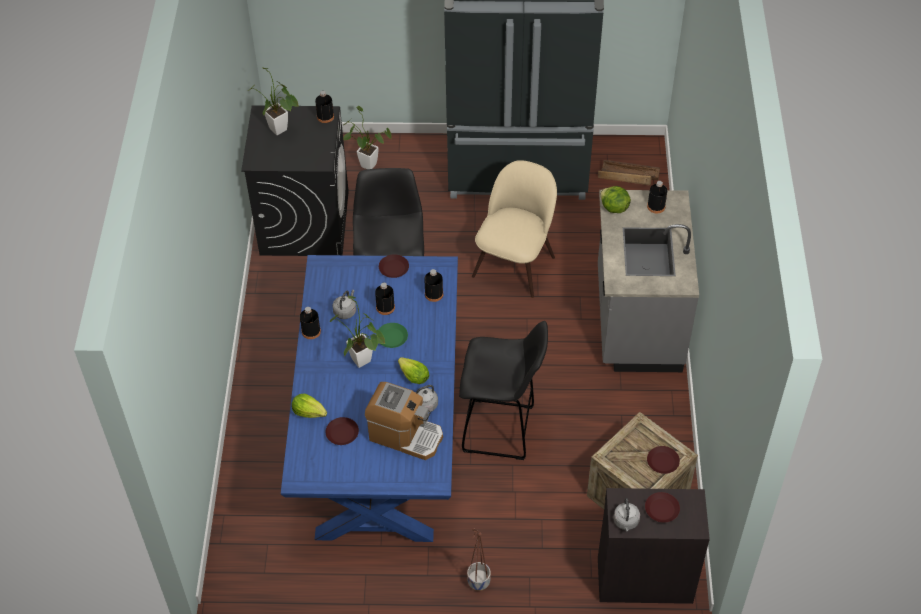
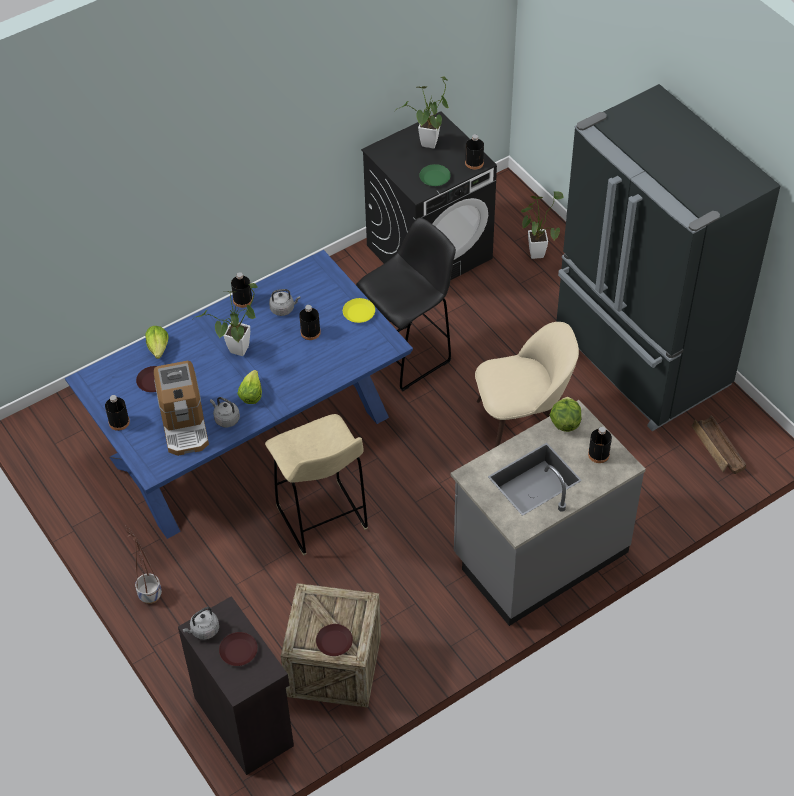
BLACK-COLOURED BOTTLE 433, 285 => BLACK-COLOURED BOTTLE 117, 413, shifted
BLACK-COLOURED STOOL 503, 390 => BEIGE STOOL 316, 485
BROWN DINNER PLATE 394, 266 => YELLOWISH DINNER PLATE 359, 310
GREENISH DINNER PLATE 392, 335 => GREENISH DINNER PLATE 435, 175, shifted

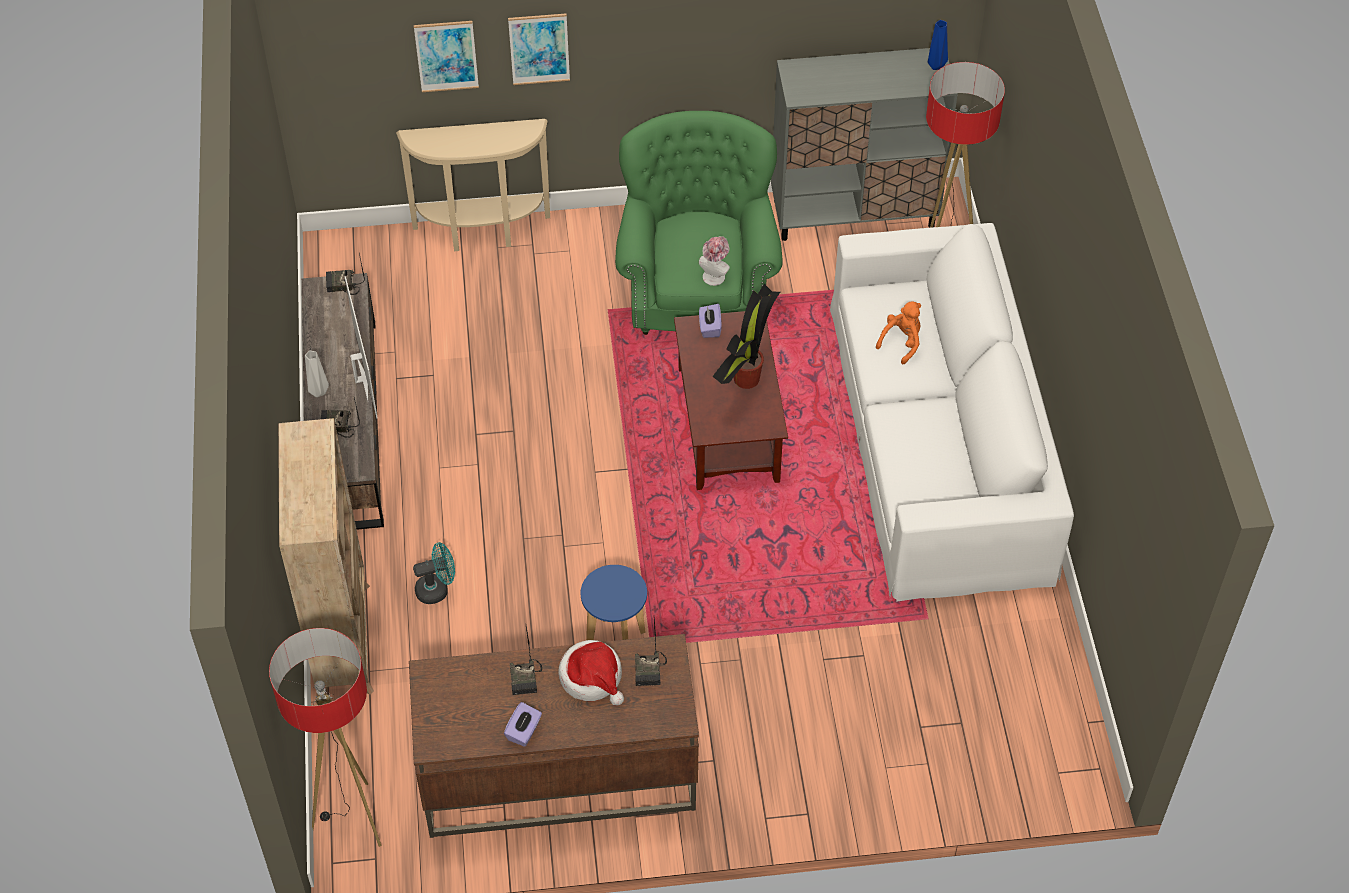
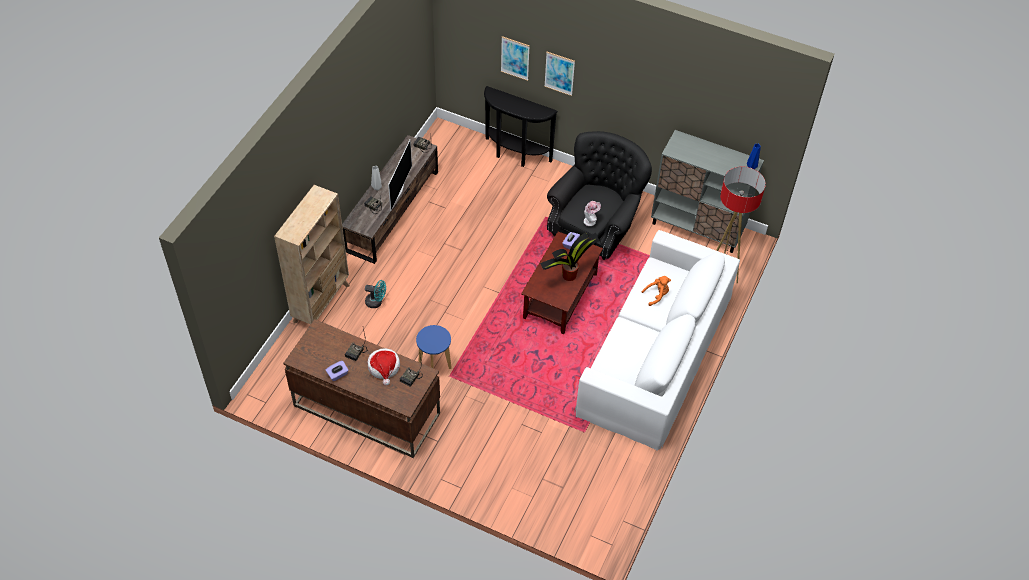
BEIGE NARROW TABLE 473, 185 => BLACK-COLOURED NARROW TABLE 521, 126
GREENISH ARMCHAIR 699, 223 => BLACK-COLOURED ARMCHAIR 599, 195
STANDING LAMP 325, 737 => nothing

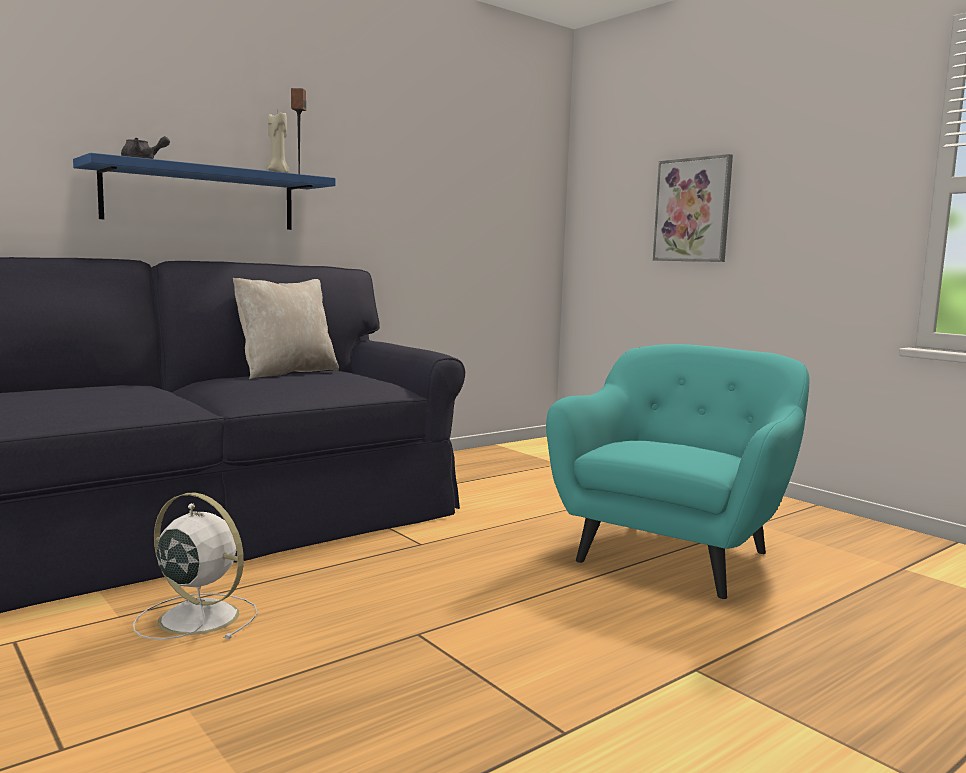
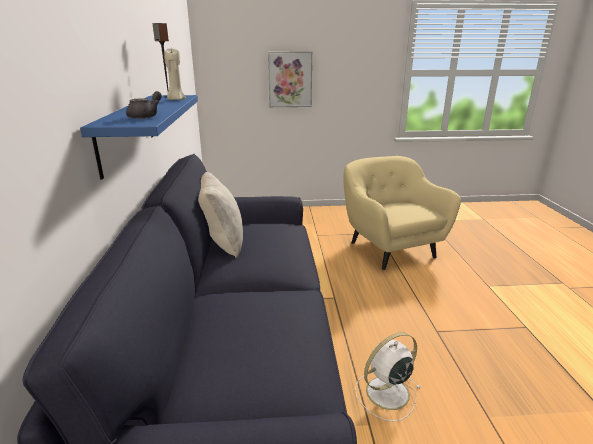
TURQUOISE ARMCHAIR 677, 471 => BEIGE ARMCHAIR 402, 213

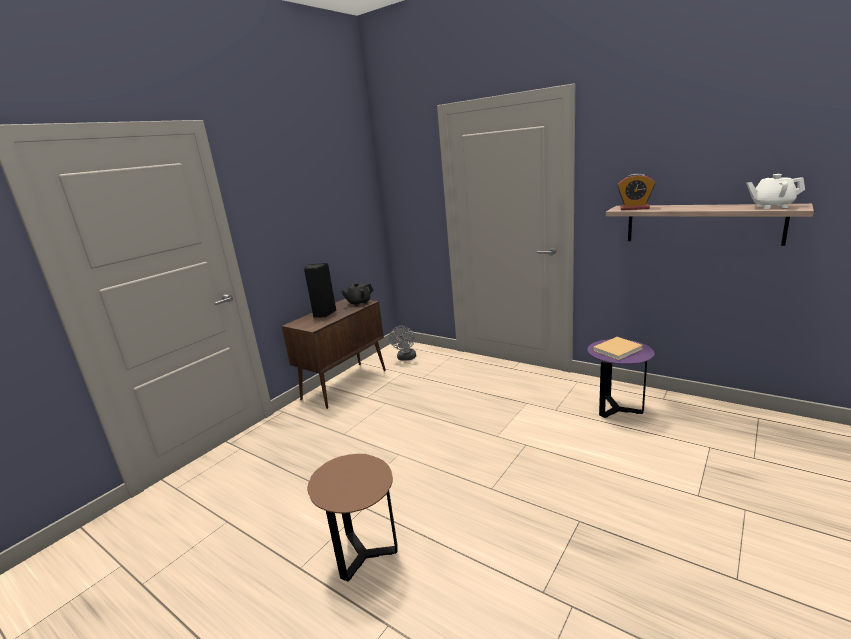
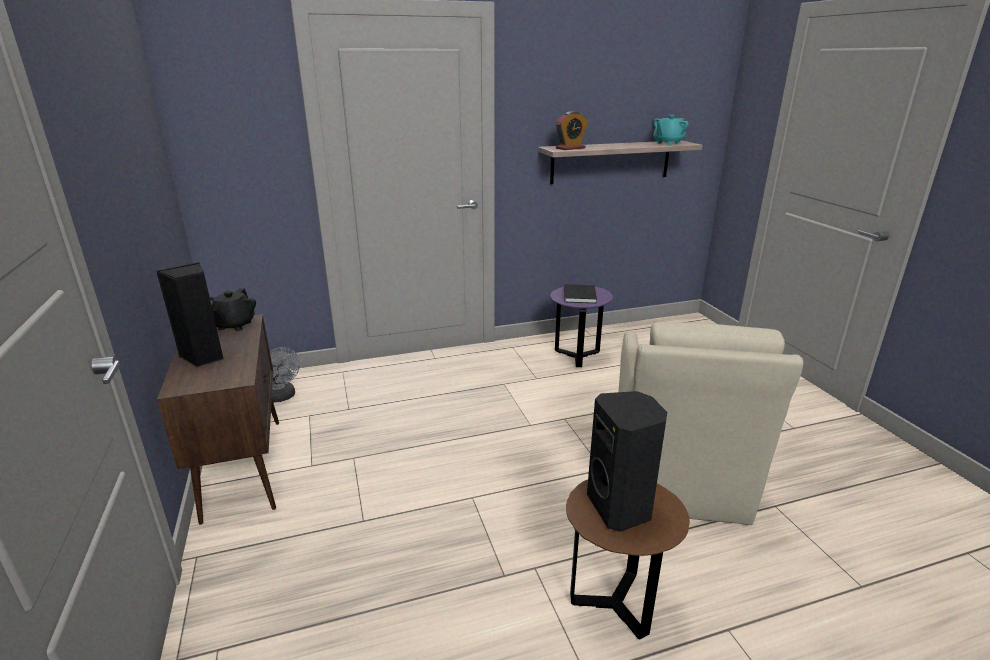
BEIGE VOLUME 618, 348 => BLACK-COLOURED VOLUME 580, 293
nothing => BLACK-COLOURED LOUDSPEAKER 627, 461
nothing => BEIGE ARMCHAIR 710, 423
WHITISH TEAPOT 775, 191 => TURQUOISE TEAPOT 671, 130

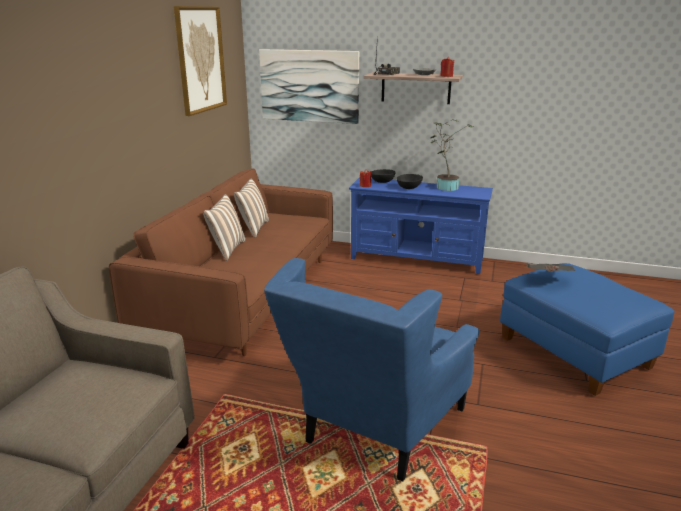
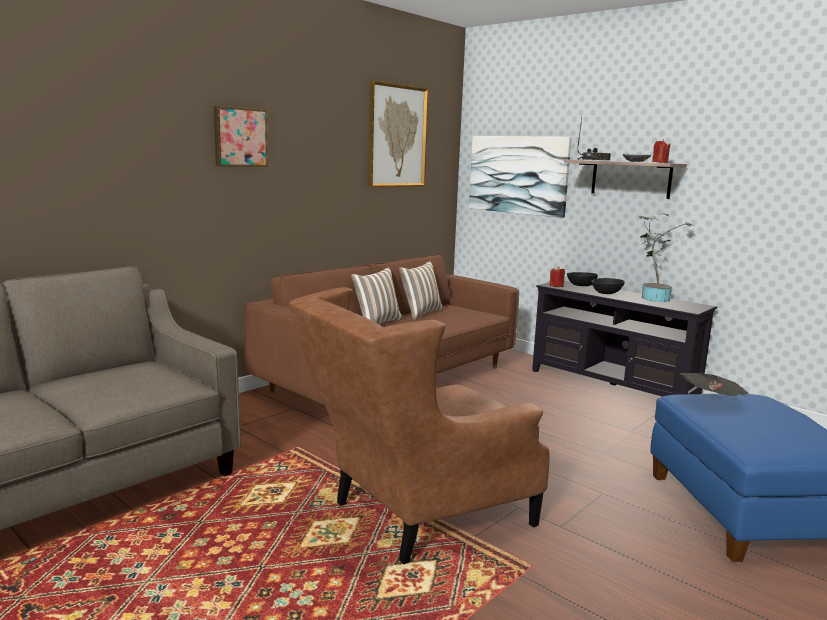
nothing => WALL ART 241, 136
BLUE-COLOURED ARMCHAIR 372, 370 => BROWN ARMCHAIR 419, 425
BLUE-COLOURED TV STAND 421, 225 => BLACK-COLOURED TV STAND 624, 339

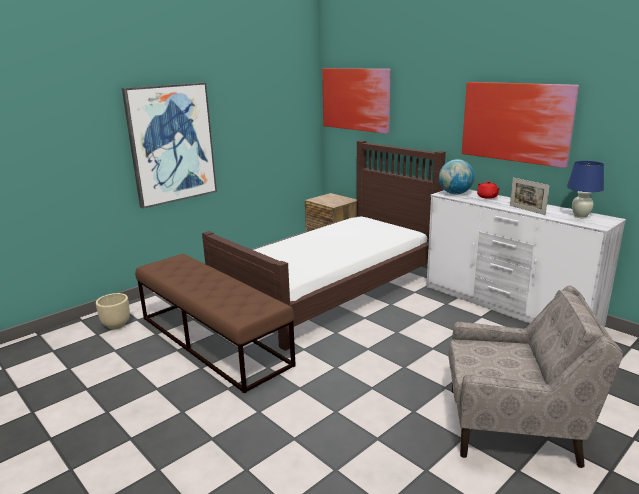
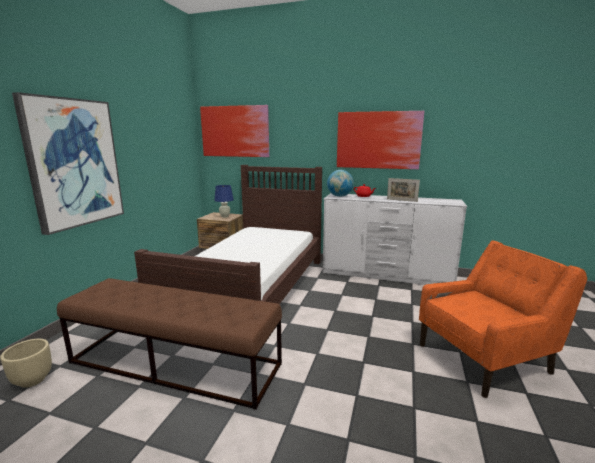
BLUE-COLOURED LAMP FOR A TABLE 585, 189 => BLUE-COLOURED LAMP FOR A TABLE 224, 201, shifted
BEIGE ARMCHAIR 535, 376 => ORANGE ARMCHAIR 503, 319

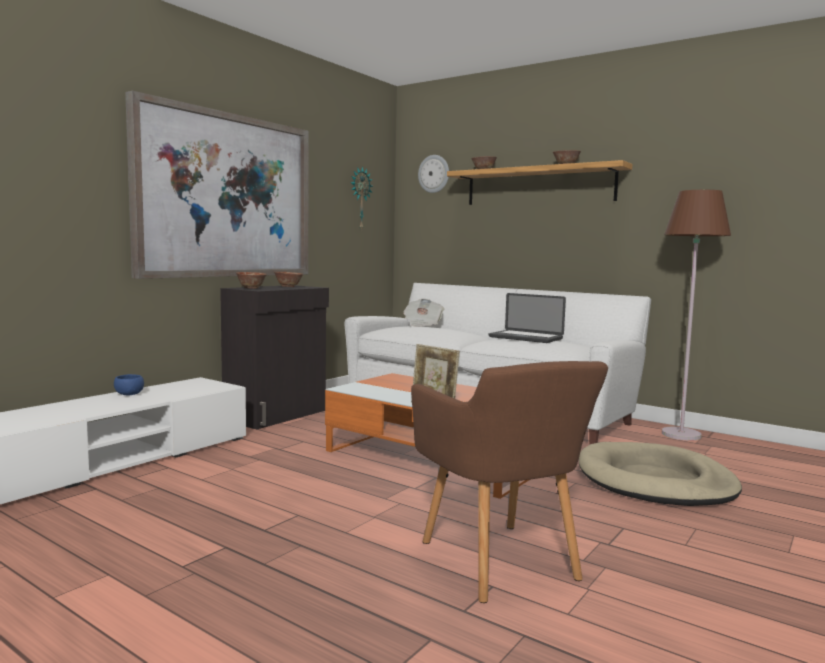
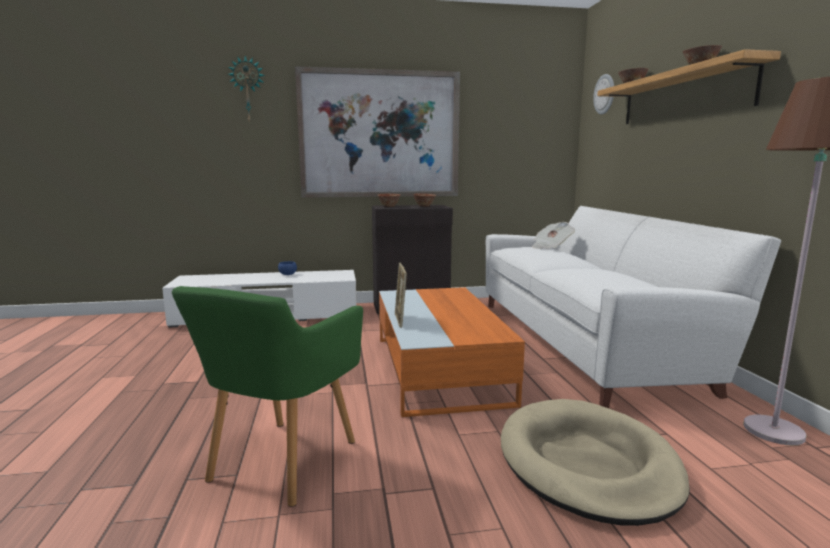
BROWN ARMCHAIR 509, 482 => GREENISH ARMCHAIR 267, 396
WALL CLOCK 362, 198 => WALL CLOCK 246, 90, shifted
LAPTOP 527, 318 => nothing

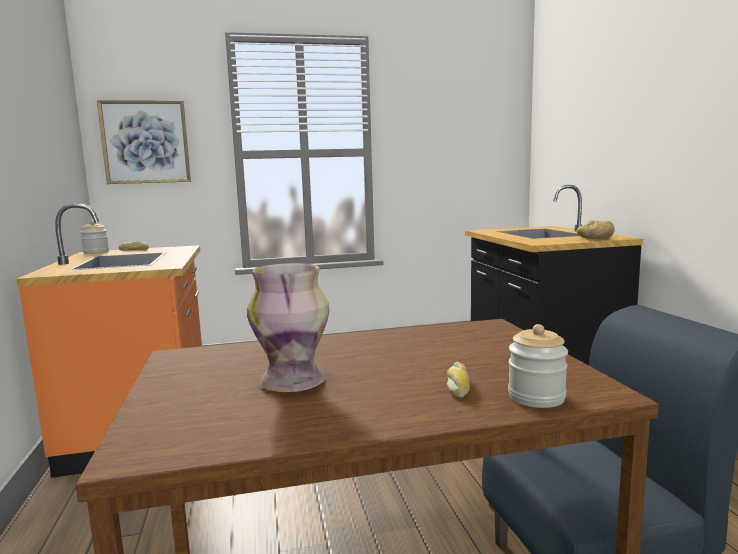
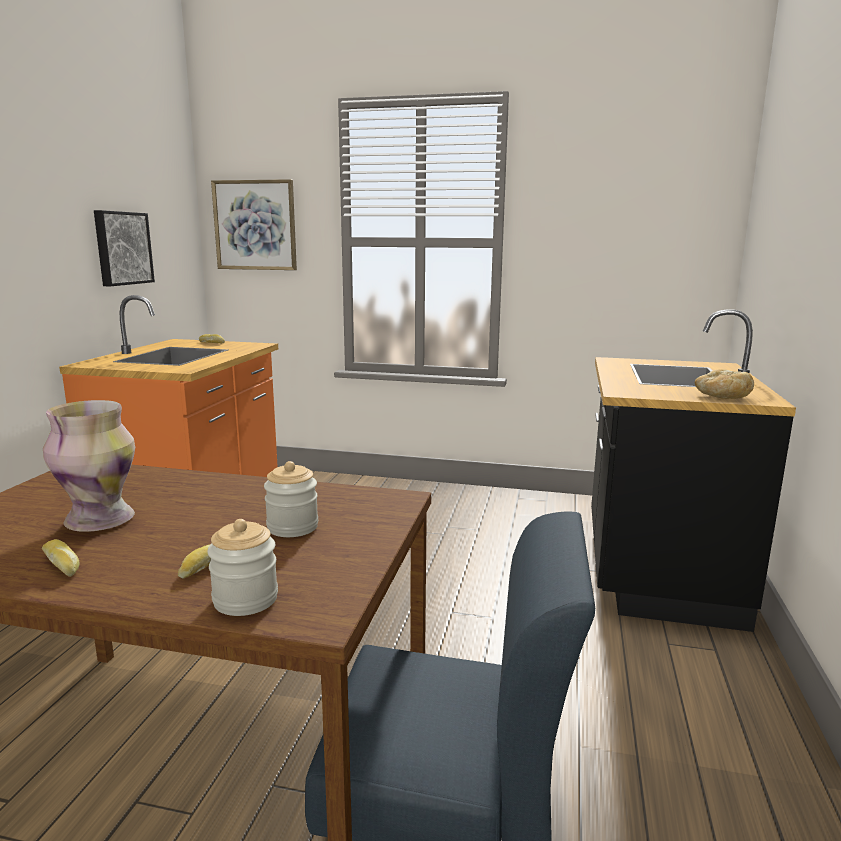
nothing => BAKERY BREAD 61, 558
nothing => WALL ART 124, 248
STORAGE JAR 94, 237 => STORAGE JAR 291, 499, shifted

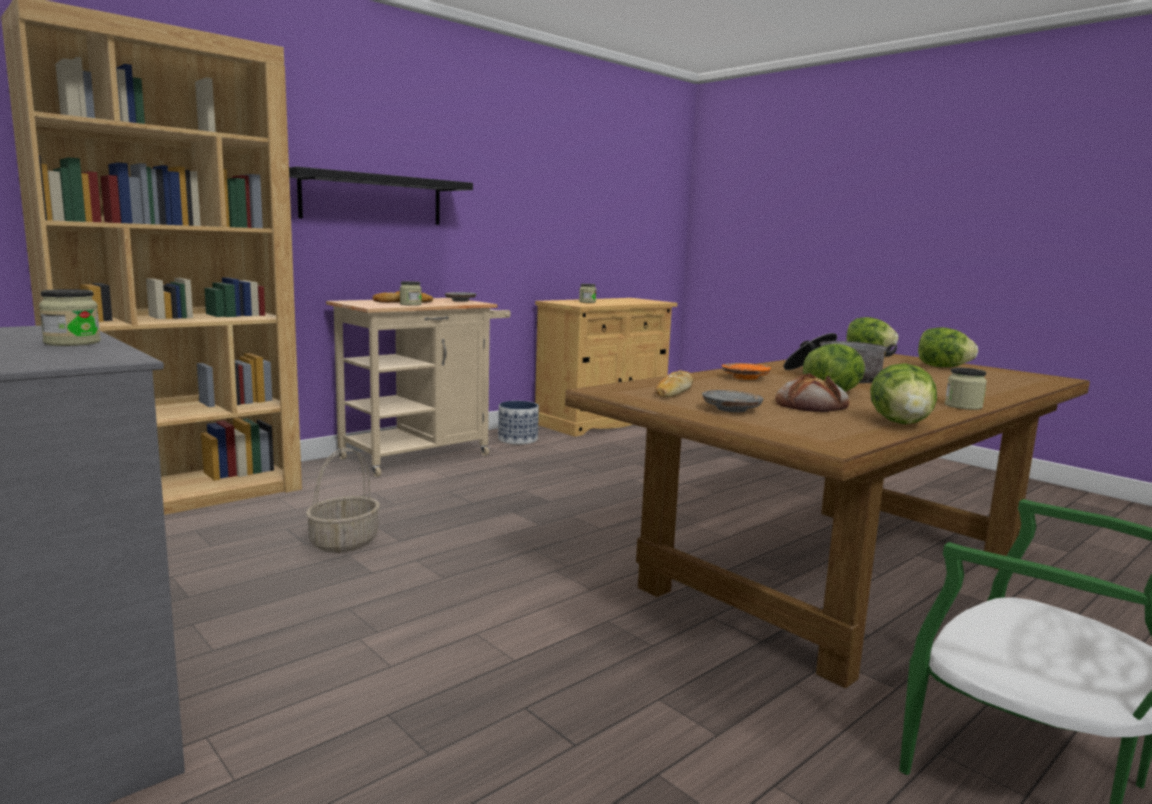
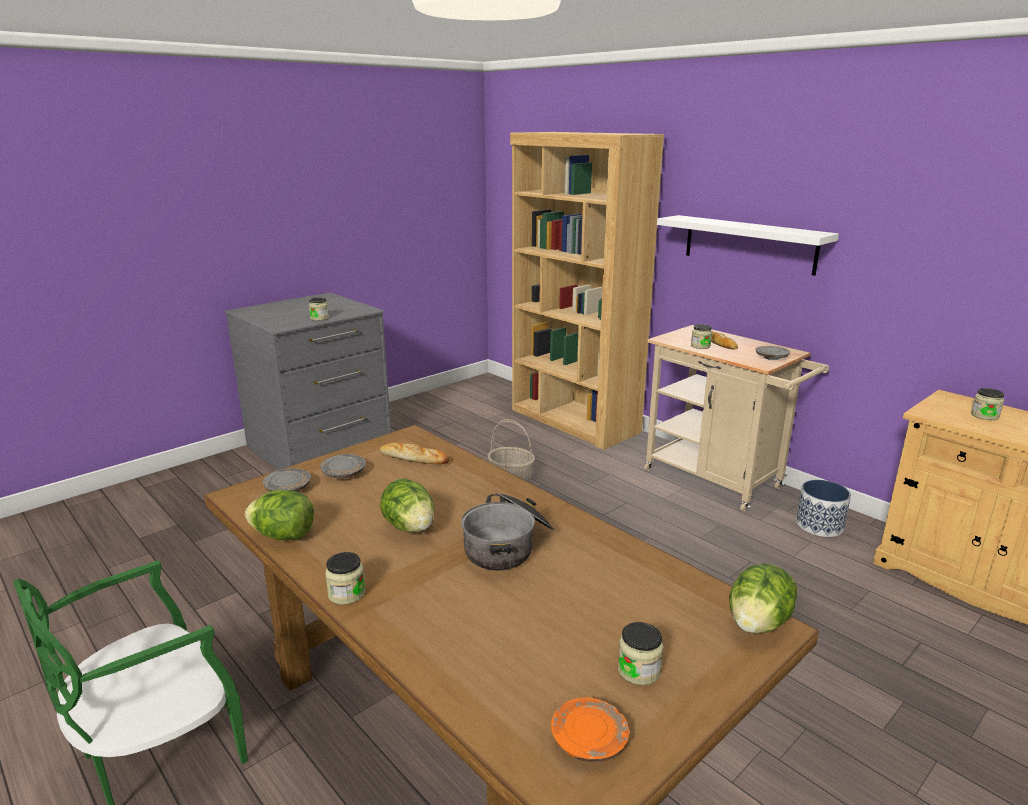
nothing => GREY DINNER PLATE 287, 480
ORANGE DINNER PLATE 746, 371 => ORANGE DINNER PLATE 590, 729, shifted
LETTUCE HEAD 948, 347 => STORAGE JAR 640, 653
BLACK-COLOURED WALL SHELF 381, 196 => WHITISH WALL SHELF 748, 245
BAKERY BREAD 812, 392 => nothing

